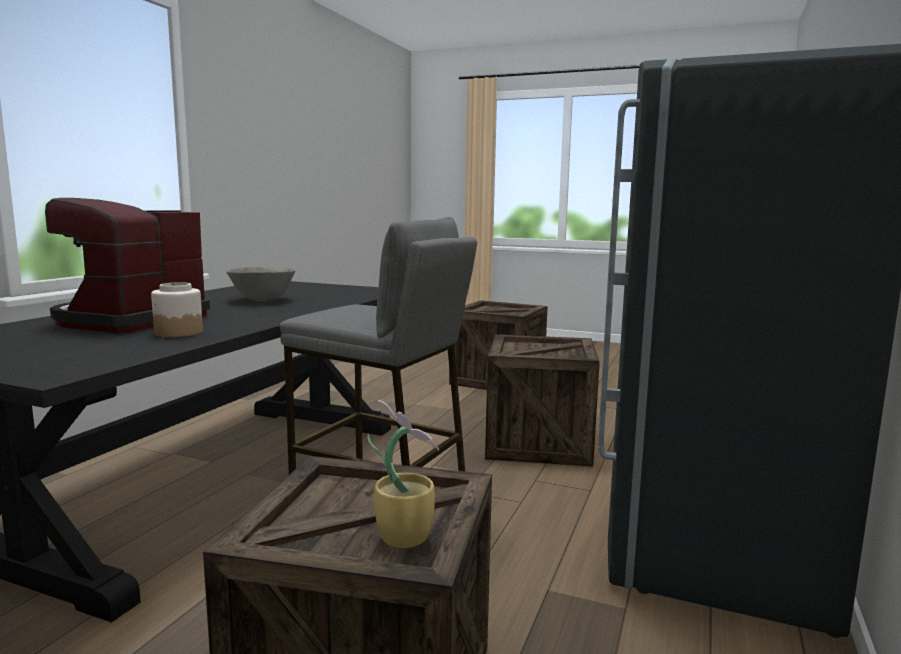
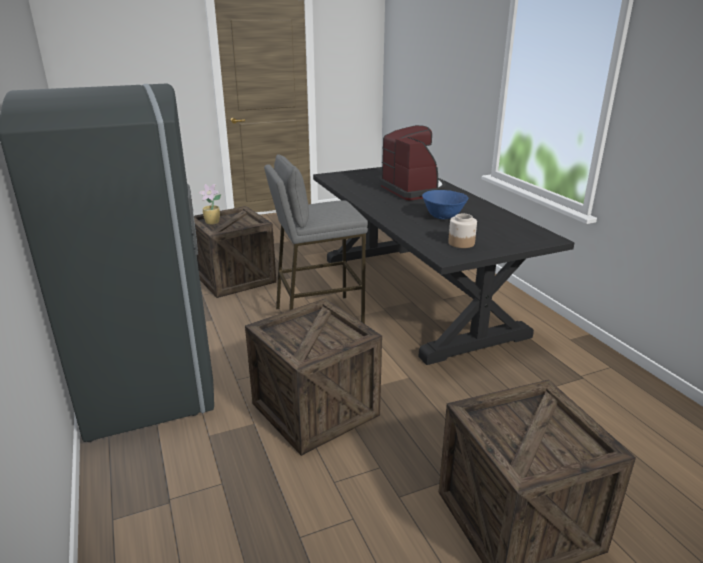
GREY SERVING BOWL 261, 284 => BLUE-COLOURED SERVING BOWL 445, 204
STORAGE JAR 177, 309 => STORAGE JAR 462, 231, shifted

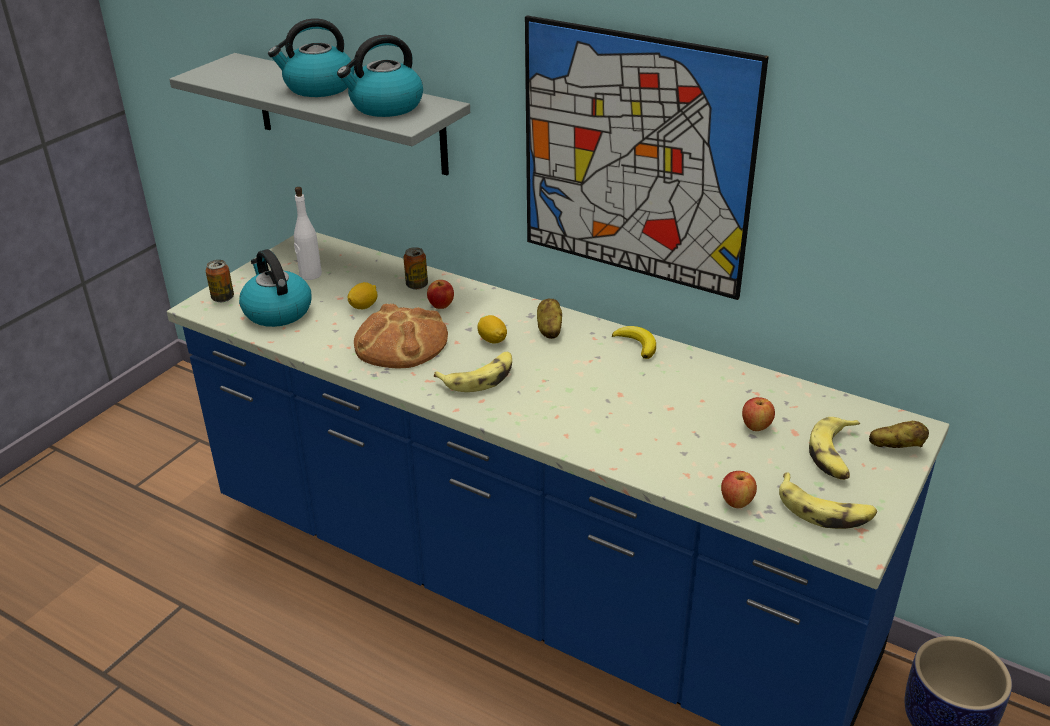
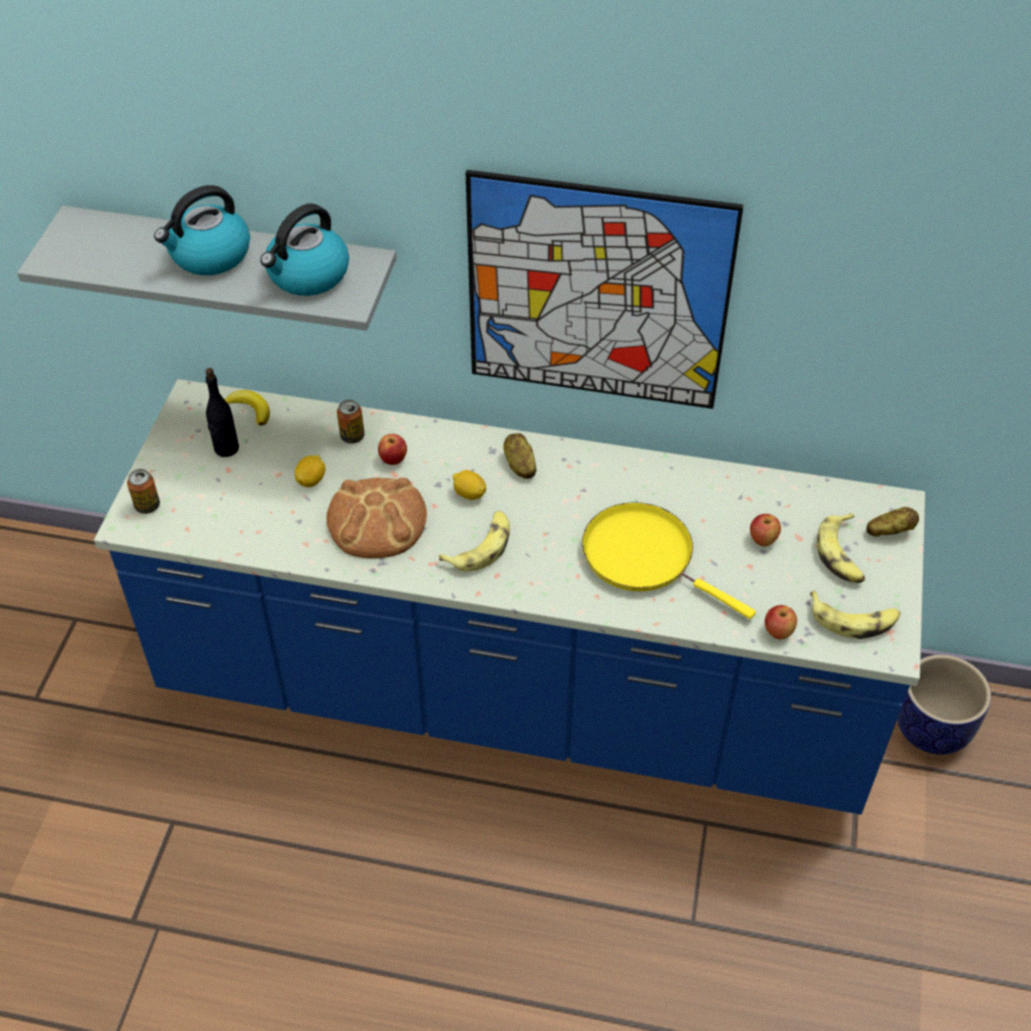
WHITISH BOTTLE 308, 233 => BLACK-COLOURED BOTTLE 222, 412
WHOLE BANANA 634, 342 => WHOLE BANANA 247, 408, shifted
nothing => YELLOWISH FRYING PAN 669, 560
WATER KETTLE 275, 288 => nothing

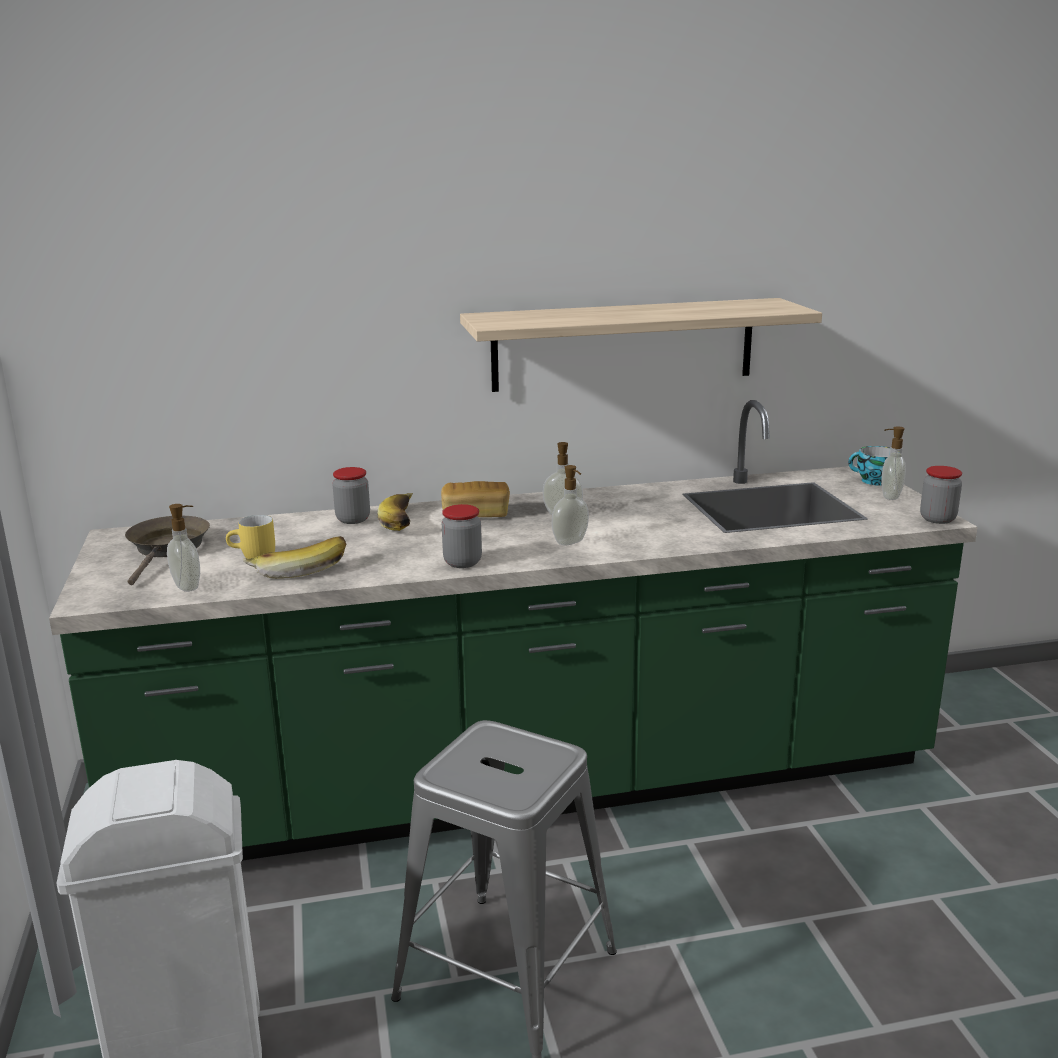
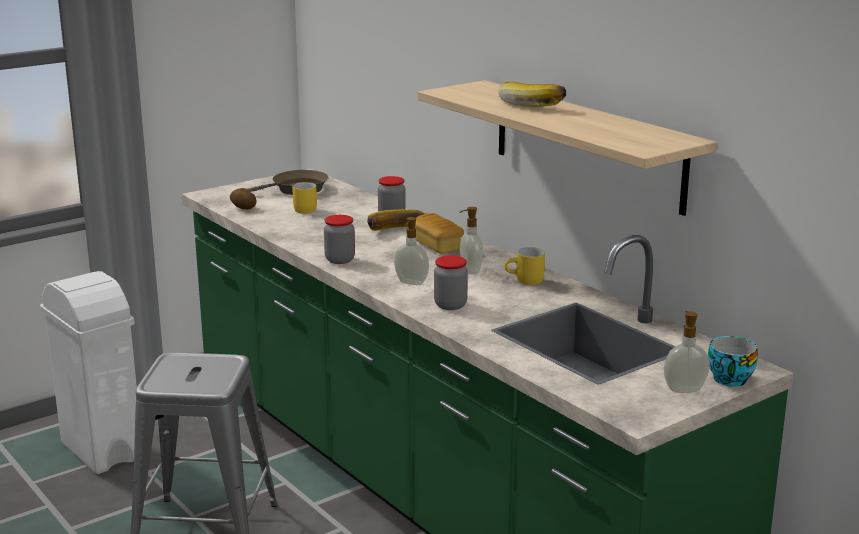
LIQUID SOAP BOTTLE 183, 548 => POTATO 243, 199
STORAGE JAR 941, 495 => STORAGE JAR 451, 282, shifted
WHOLE BANANA 294, 557 => WHOLE BANANA 532, 94, shifted
nothing => YELLOWISH MUG 525, 266

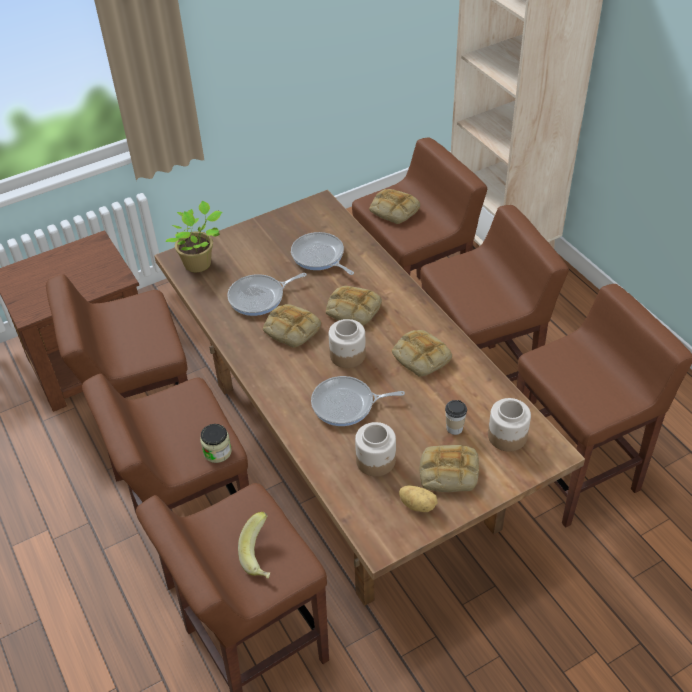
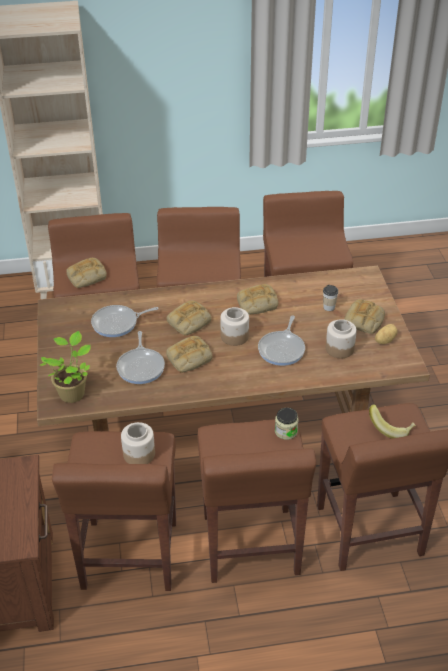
STORAGE JAR 509, 425 => STORAGE JAR 138, 443, shifted

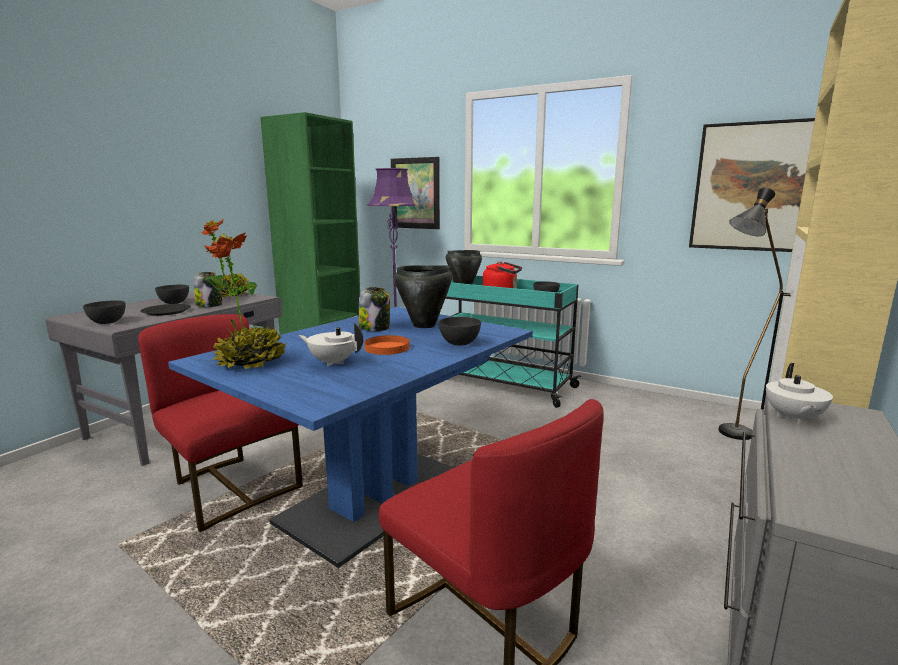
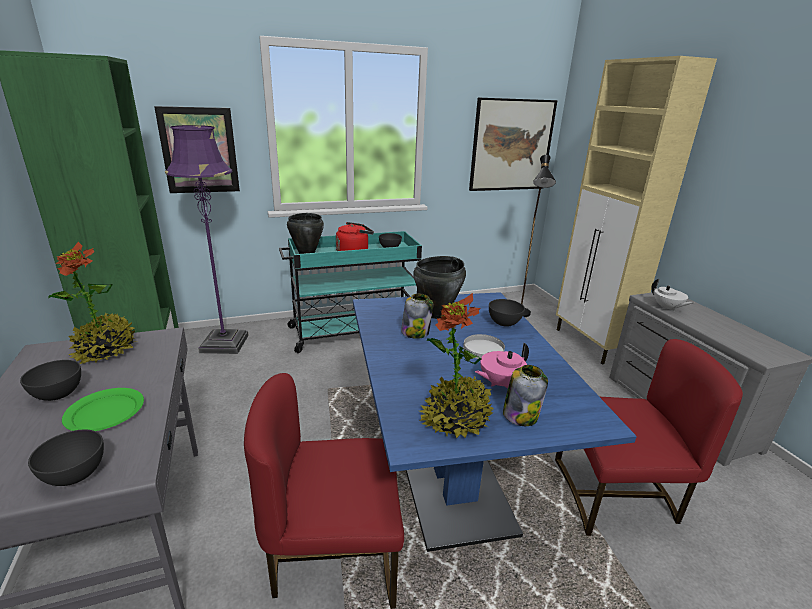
BLACK-COLOURED DINNER PLATE 165, 310 => GREENISH DINNER PLATE 103, 409
ORANGE DINNER PLATE 387, 345 => WHITISH DINNER PLATE 484, 346
WHITISH TEAPOT 331, 345 => PINK TEAPOT 502, 366
STORAGE JAR 208, 289 => STORAGE JAR 525, 395, shifted

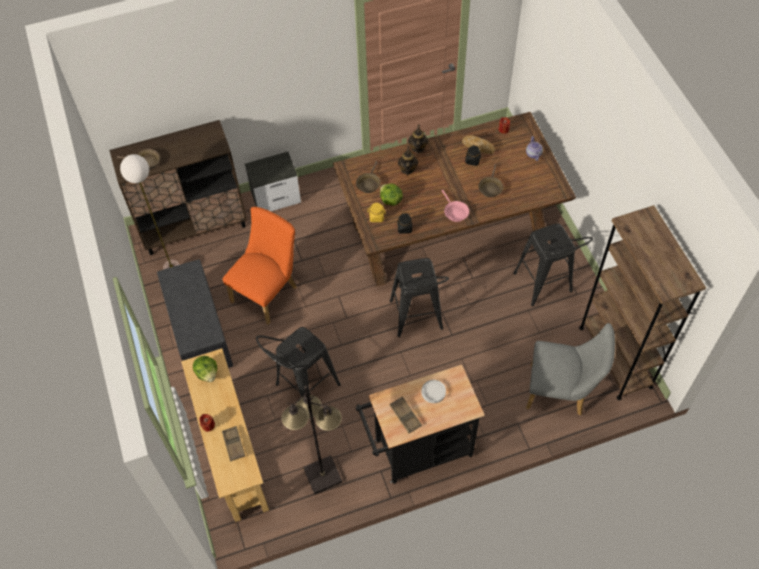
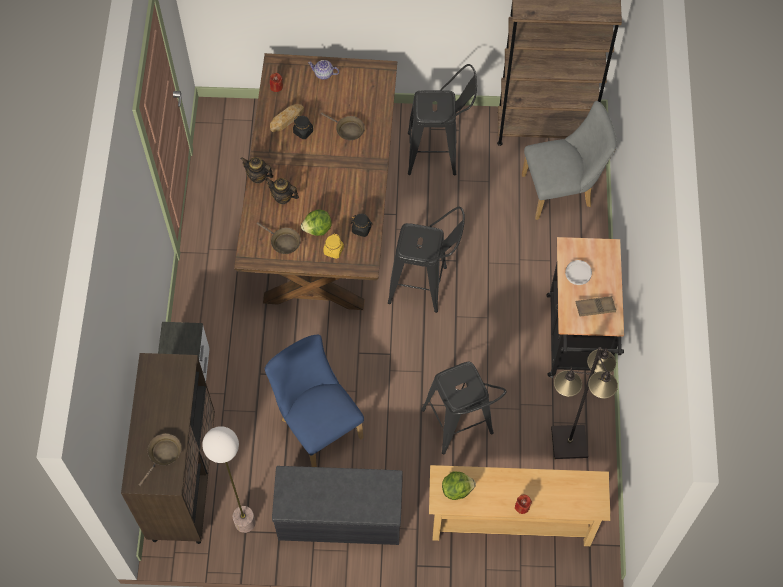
ORANGE CHAIR 260, 266 => BLUE-COLOURED CHAIR 314, 401
GREY CHAIR 570, 369 => GREY CHAIR 569, 160, 45 degrees clockwise
BROWN CARRYING TRAY 233, 443 => nothing
PINK FRYING PAN 455, 206 => nothing

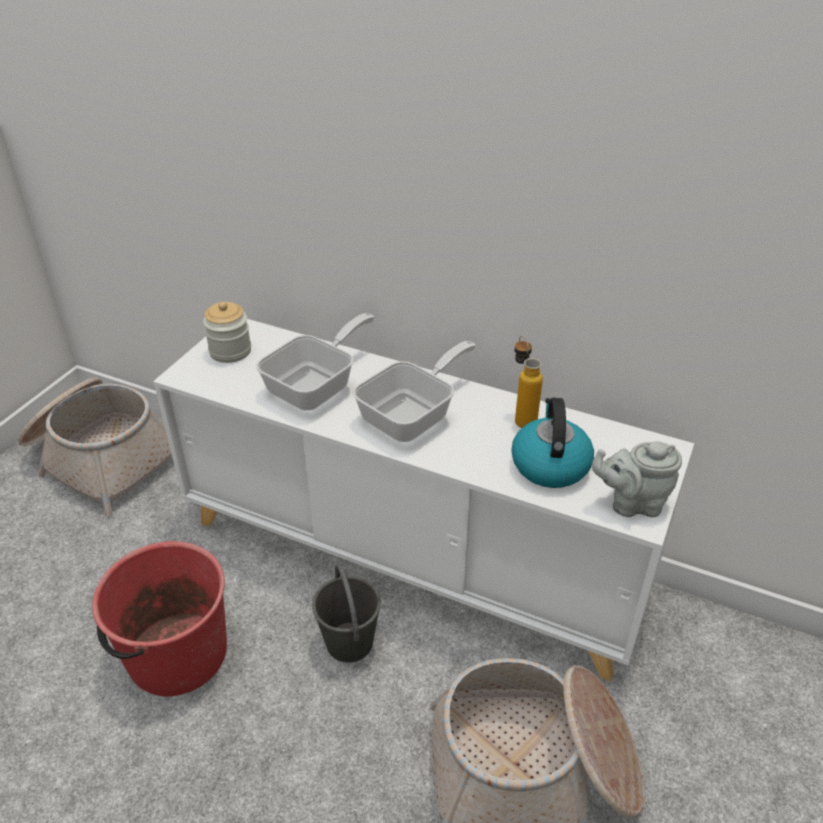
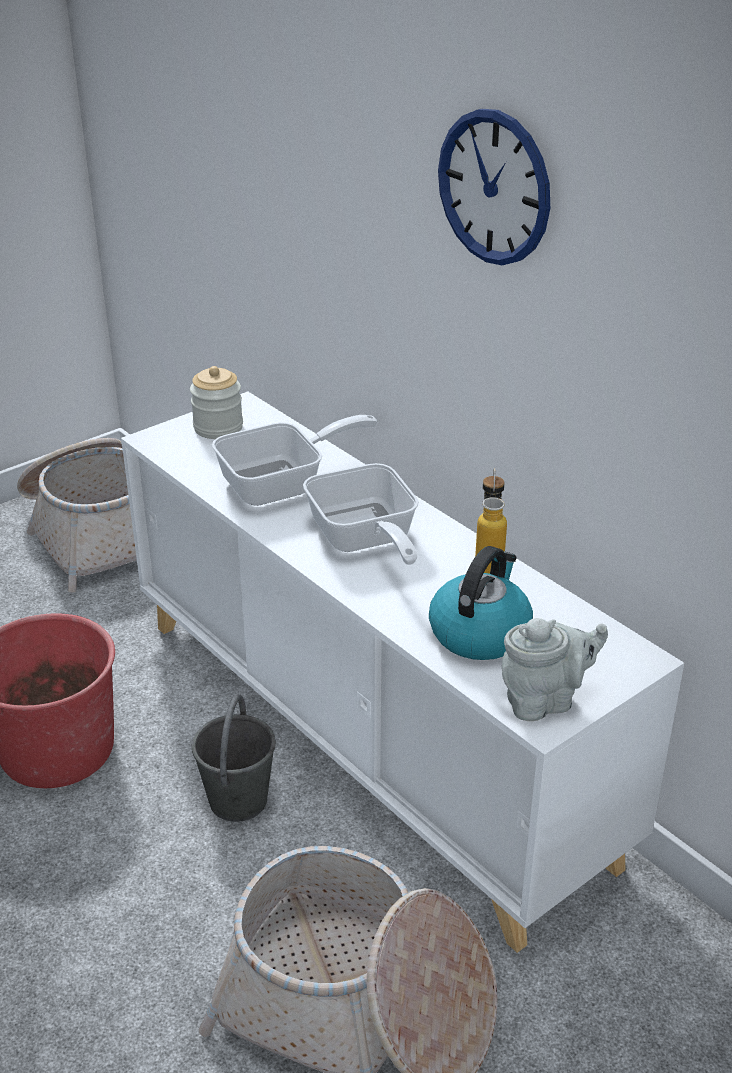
FRYING PAN 414, 391 => FRYING PAN 361, 514, 90 degrees clockwise
nothing => WALL CLOCK 494, 187
GREY TEAPOT 637, 479 => GREY TEAPOT 555, 669, 135 degrees clockwise

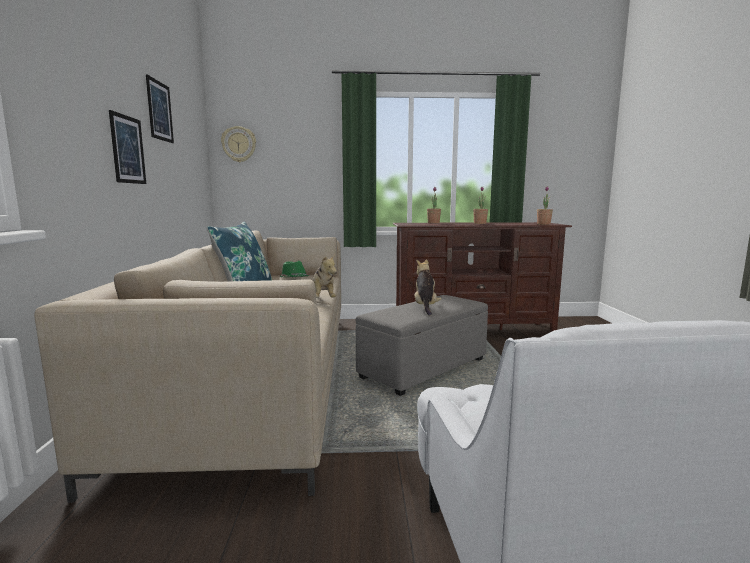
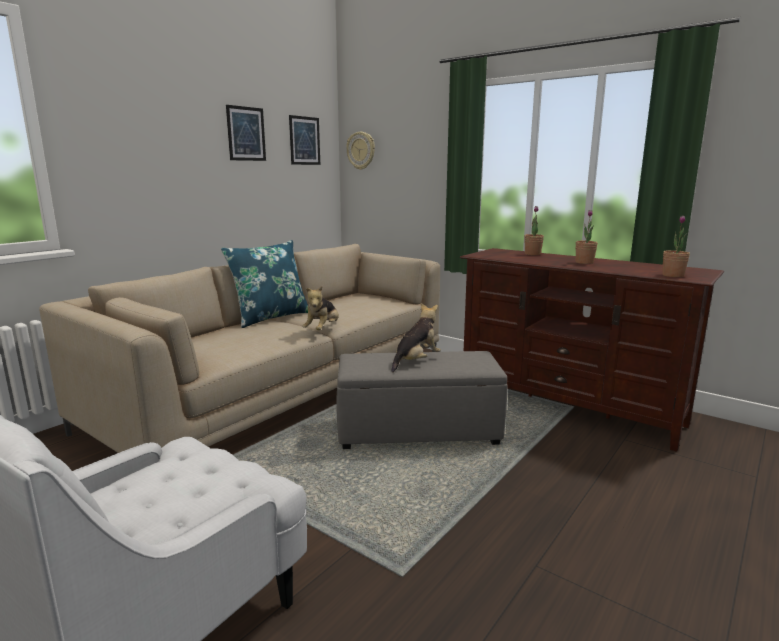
WALL ART 127, 147 => WALL ART 304, 140, shifted
GREENISH CLOTHING HAT 294, 269 => nothing

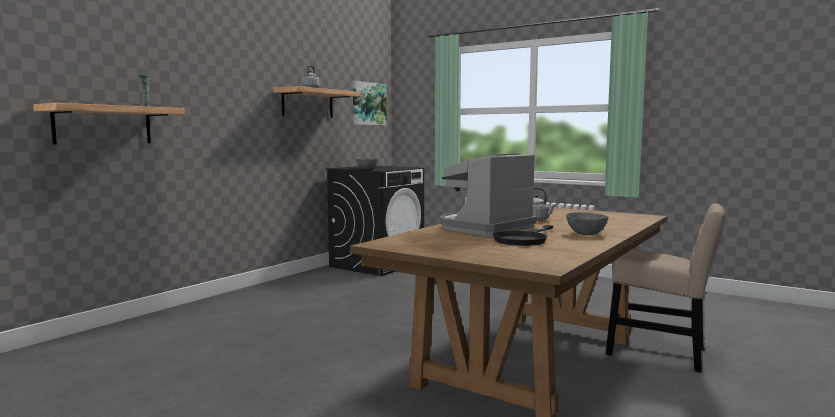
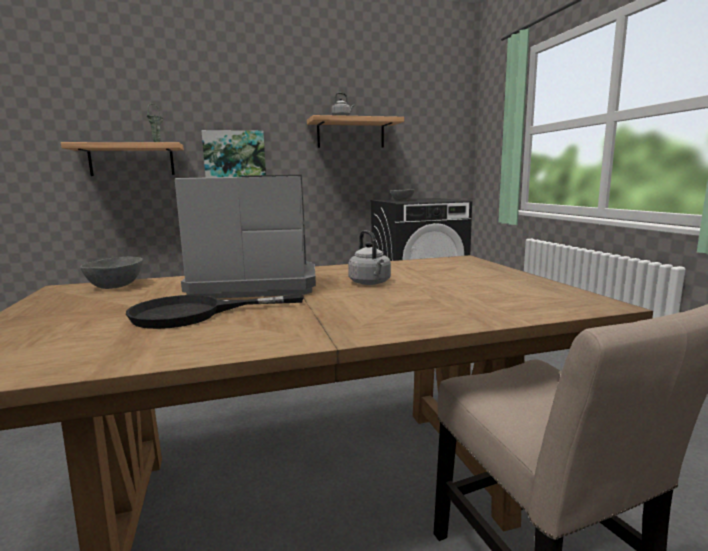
GREY SERVING BOWL 587, 223 => GREY SERVING BOWL 111, 272, shifted
WALL ART 370, 103 => WALL ART 233, 154, shifted

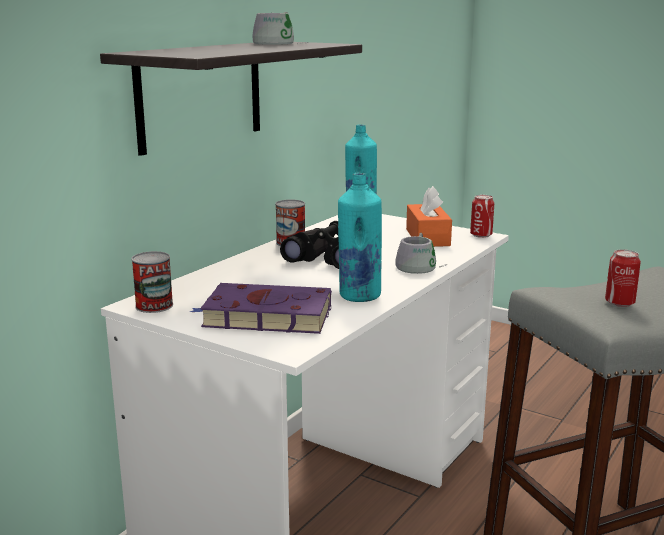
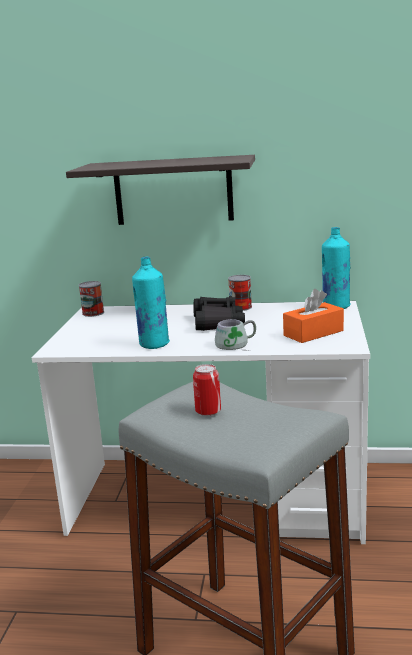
PURPLE VOLUME 261, 308 => nothing
GREY MUG 279, 28 => nothing
METAL CAN 482, 216 => nothing

